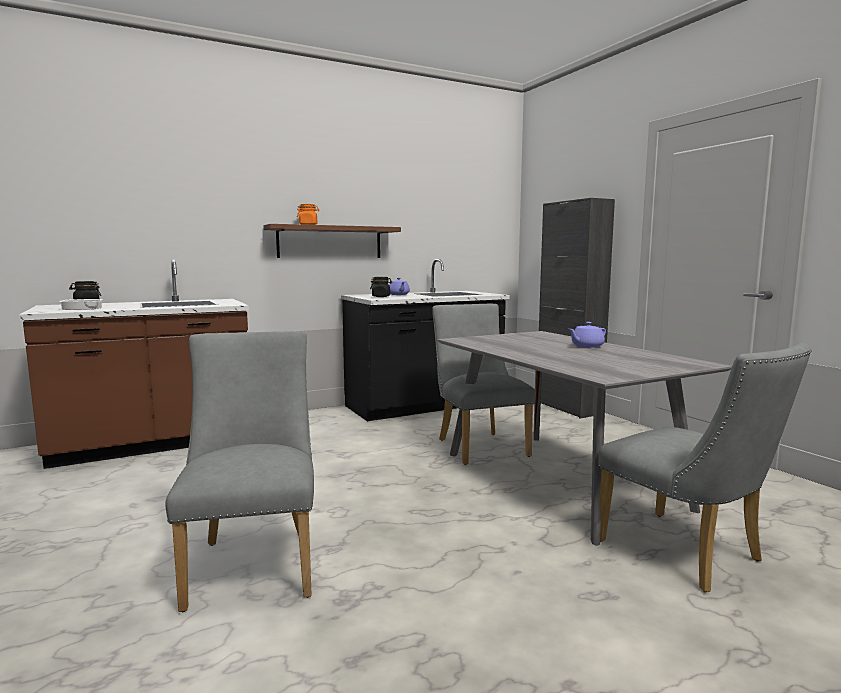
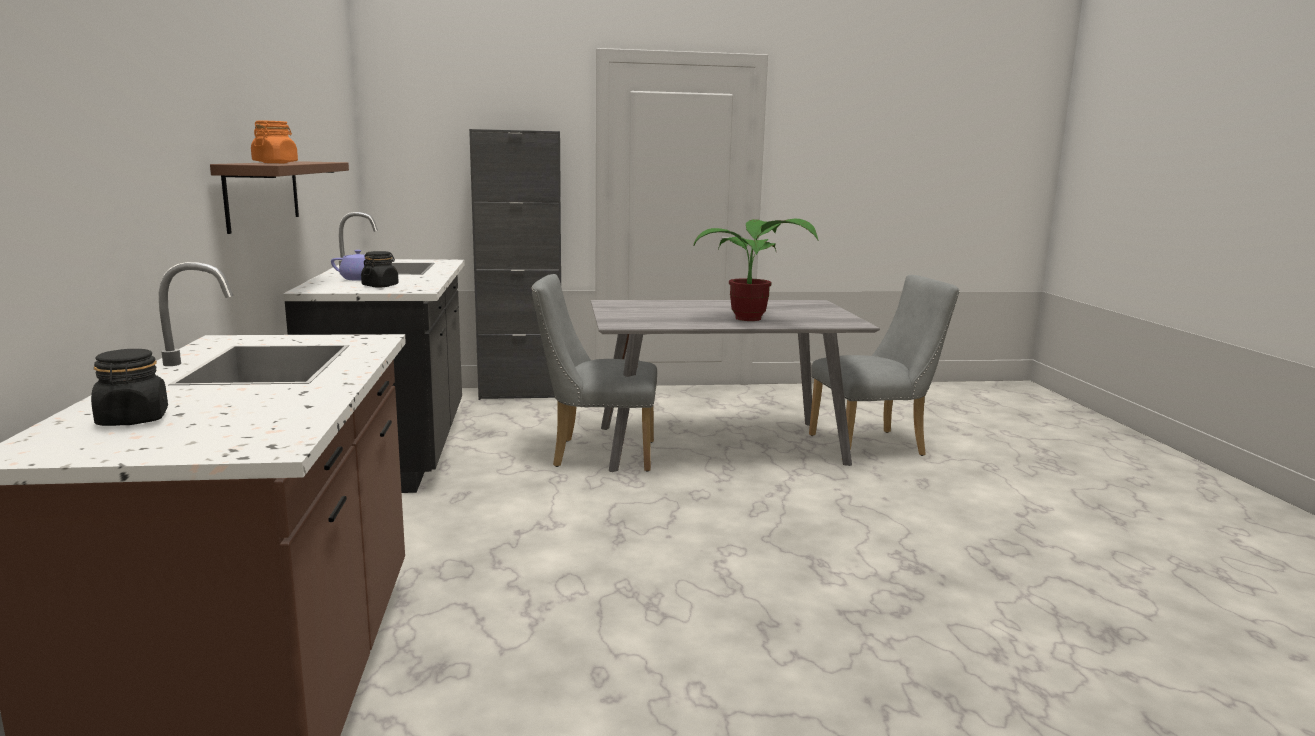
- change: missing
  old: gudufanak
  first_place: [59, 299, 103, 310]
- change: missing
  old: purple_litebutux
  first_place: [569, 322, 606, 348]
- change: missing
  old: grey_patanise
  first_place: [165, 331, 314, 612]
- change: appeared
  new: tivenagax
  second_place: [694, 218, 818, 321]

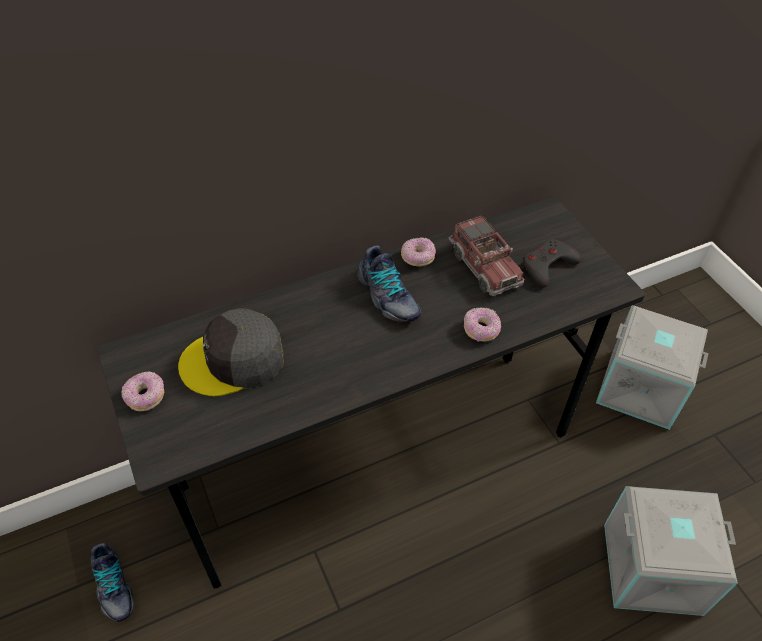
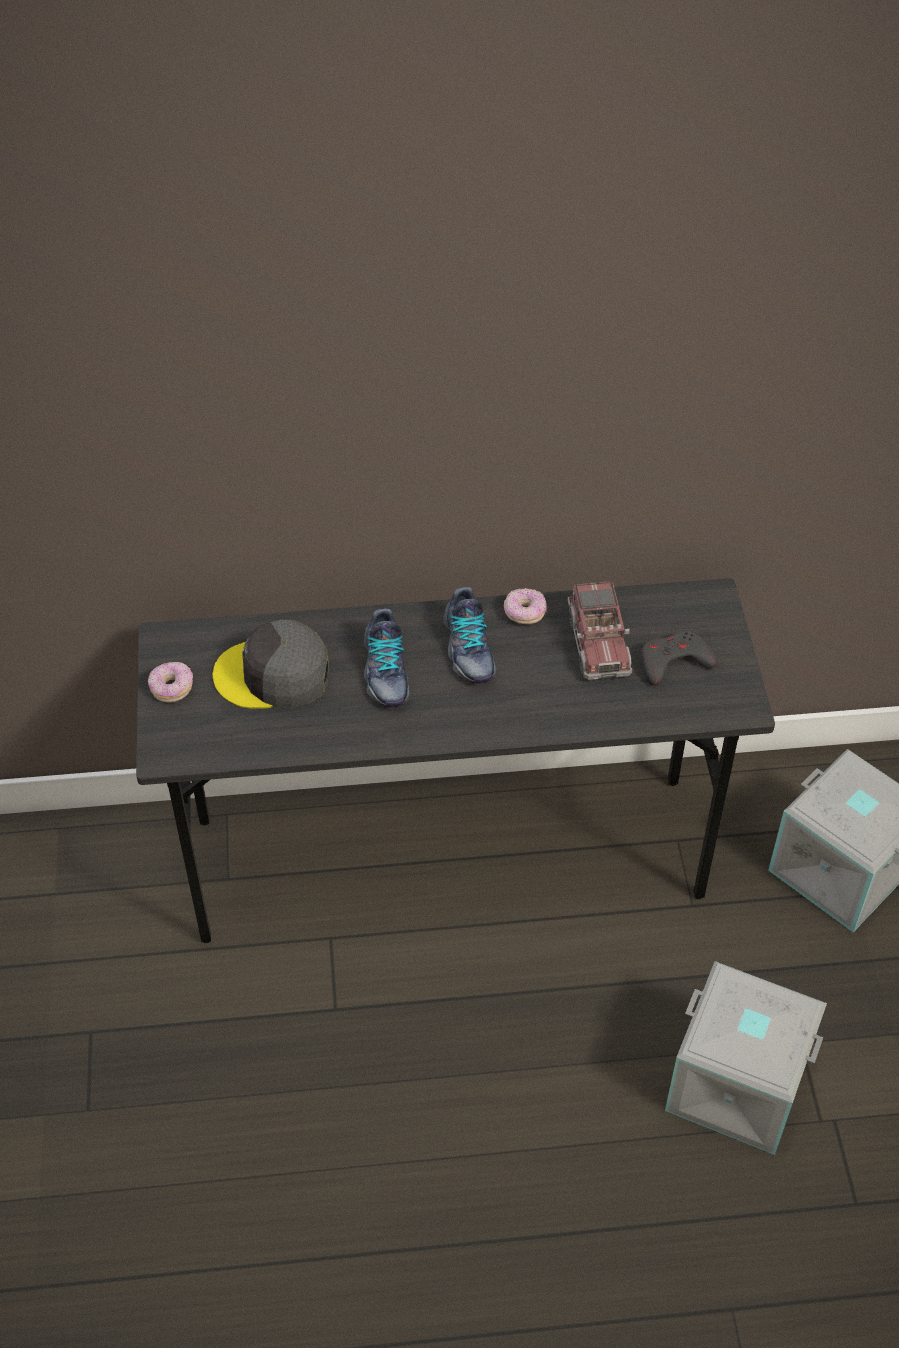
- change: missing
  old: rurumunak
  first_place: [464, 307, 501, 342]
- change: relocated
  old: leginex
  first_place: [91, 543, 135, 622]
  second_place: [364, 608, 411, 707]

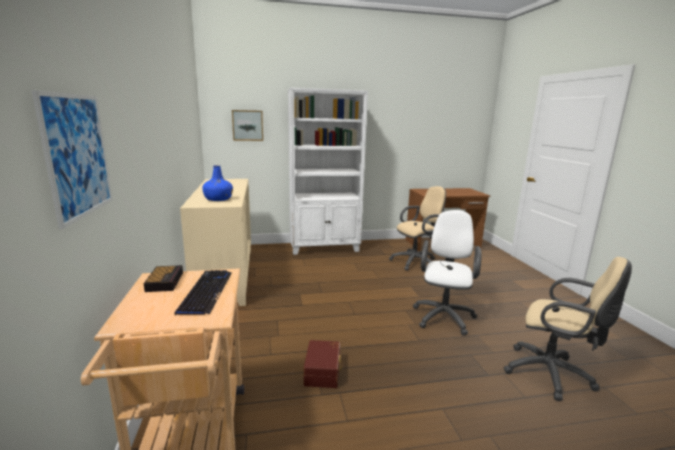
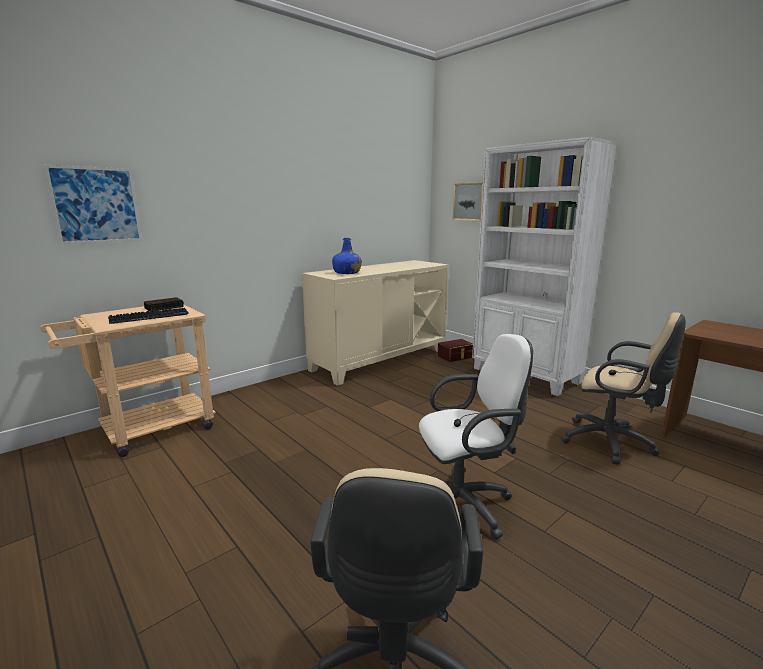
- change: relocated
  old: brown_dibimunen
  first_place: [304, 340, 342, 388]
  second_place: [438, 339, 473, 362]

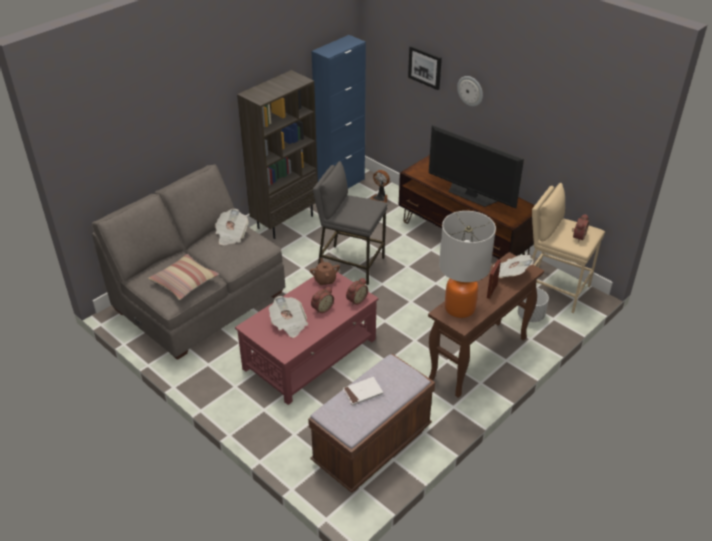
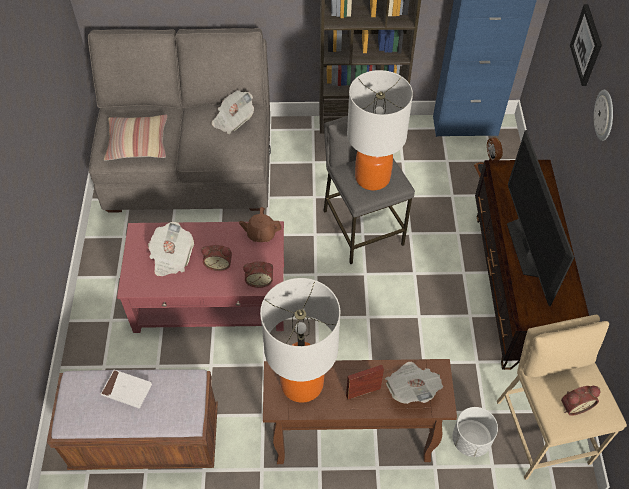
- change: spun
  old: brown_litebutux
  first_place: [310, 258, 340, 286]
  second_place: [239, 207, 282, 242]
  degrees: -120
- change: appeared
  new: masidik
  second_place: [347, 70, 413, 190]

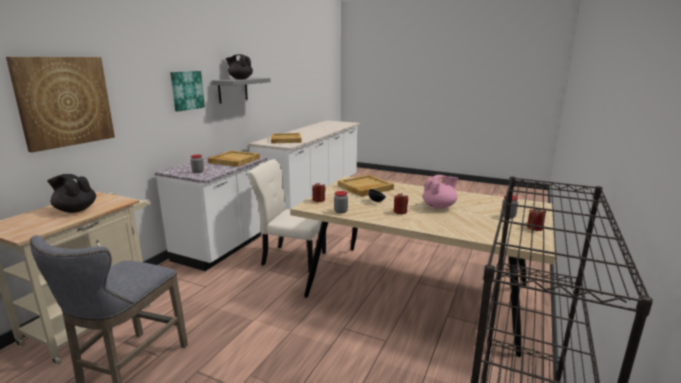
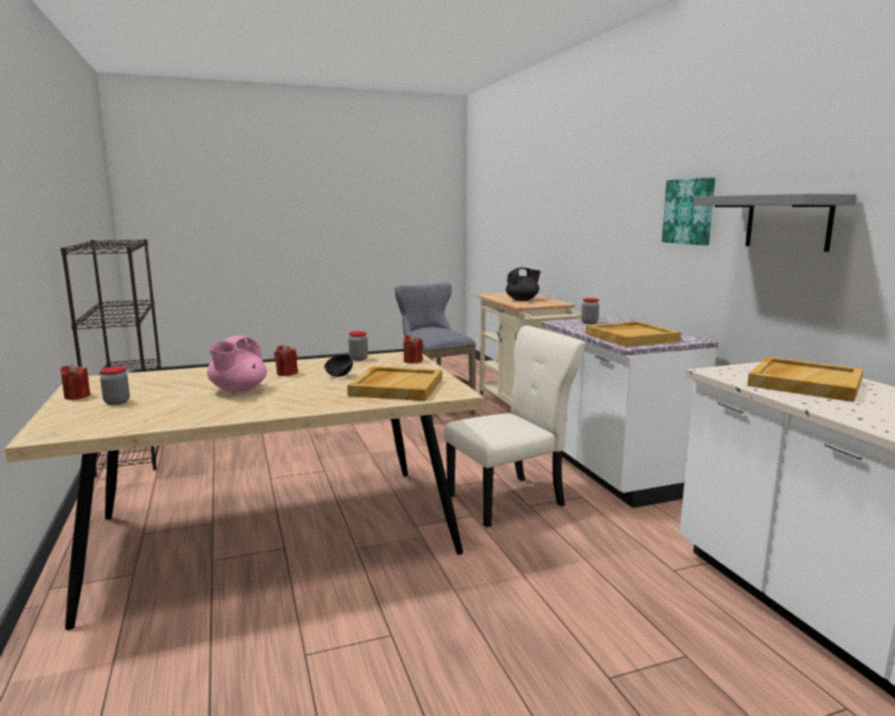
- change: missing
  old: black_litebutux
  first_place: [226, 54, 253, 79]
- change: missing
  old: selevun
  first_place: [6, 57, 115, 152]

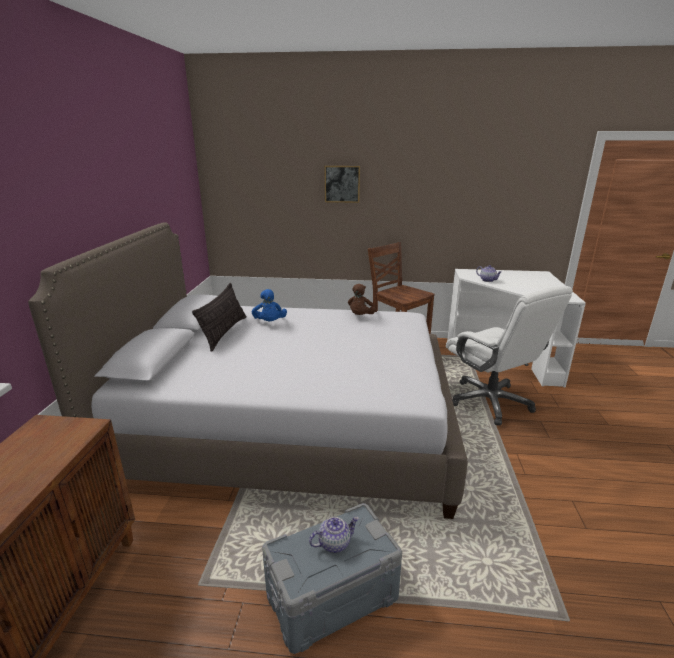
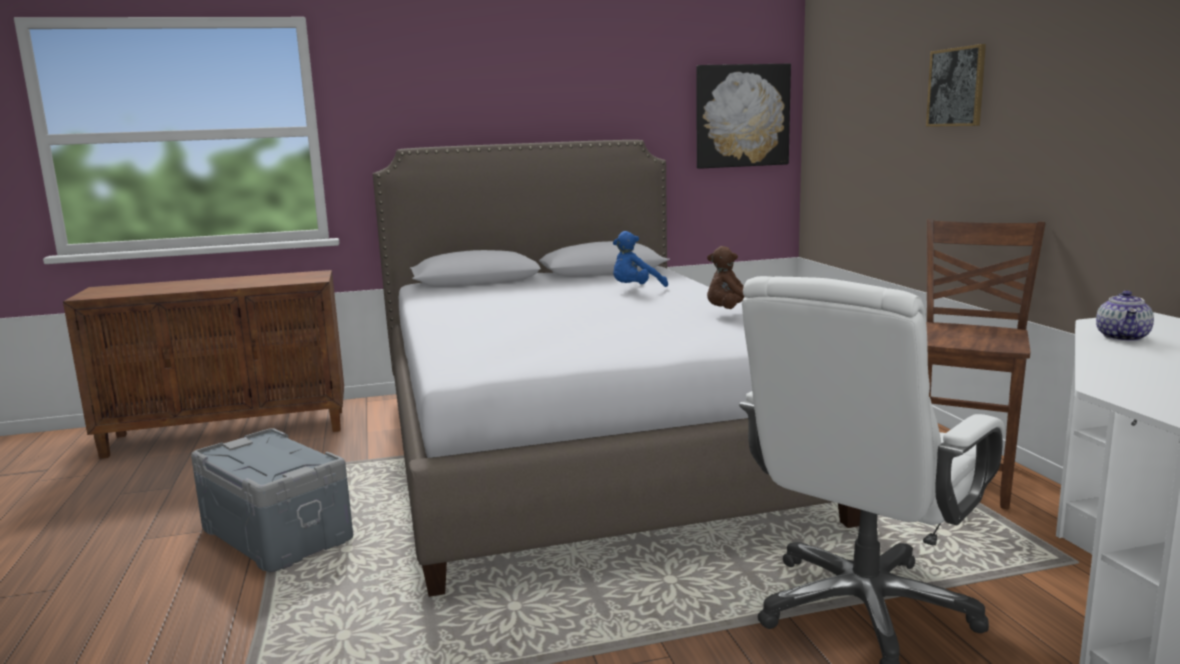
- change: missing
  old: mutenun
  first_place: [192, 283, 247, 352]
- change: missing
  old: litebutux
  first_place: [309, 516, 359, 553]
- change: appeared
  new: selevun
  second_place: [696, 64, 791, 169]

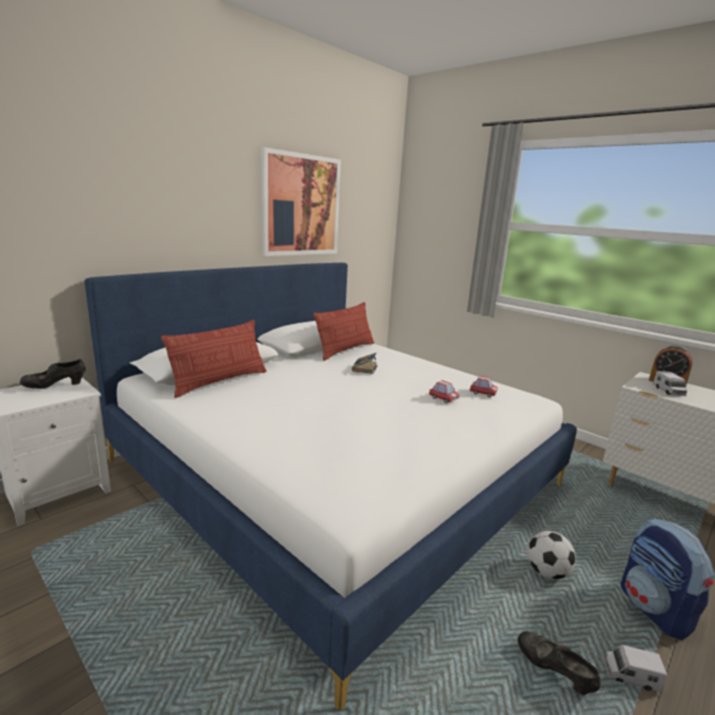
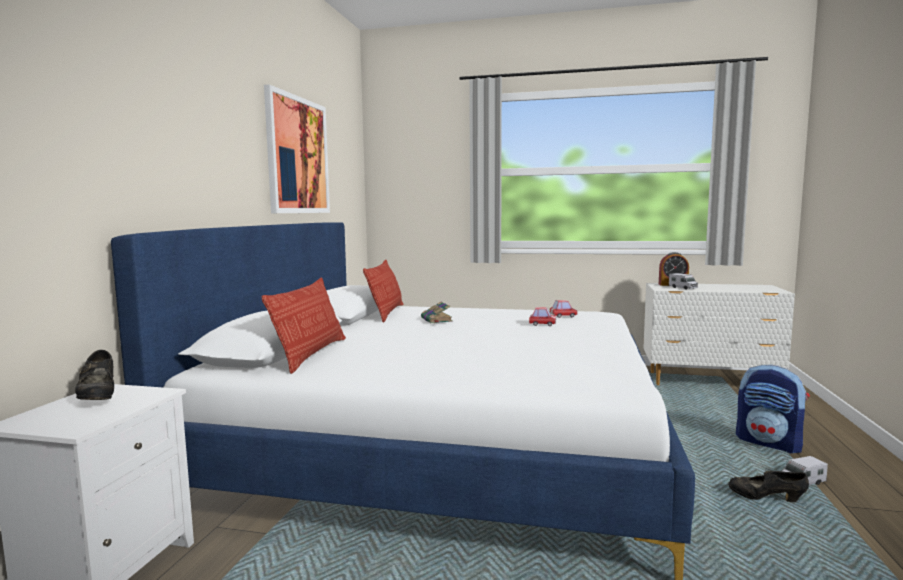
- change: spun
  old: black_leginex
  first_place: [20, 359, 86, 389]
  second_place: [75, 350, 114, 400]
  degrees: -60
- change: missing
  old: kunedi
  first_place: [528, 531, 576, 579]

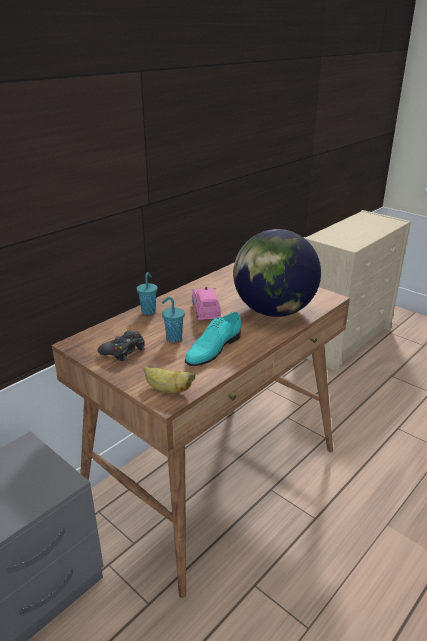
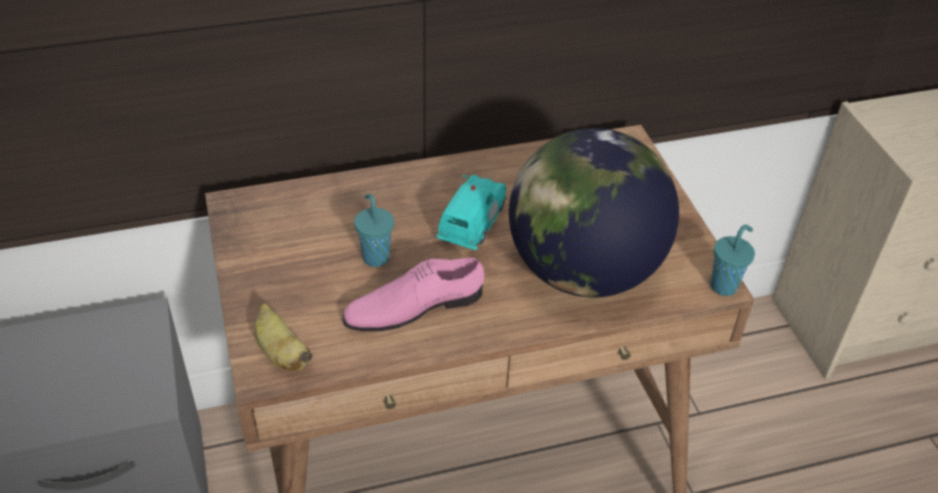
- change: relocated
  old: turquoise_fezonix
  first_place: [137, 272, 158, 315]
  second_place: [710, 225, 755, 296]
- change: colour
  old: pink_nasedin
  new: turquoise_nasedin
  first_place: [191, 287, 222, 320]
  second_place: [436, 175, 507, 250]
- change: colour
  old: turquoise_leginex
  new: pink_leginex
  first_place: [185, 312, 241, 366]
  second_place: [342, 258, 485, 331]
- change: missing
  old: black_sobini
  first_place: [97, 330, 145, 361]

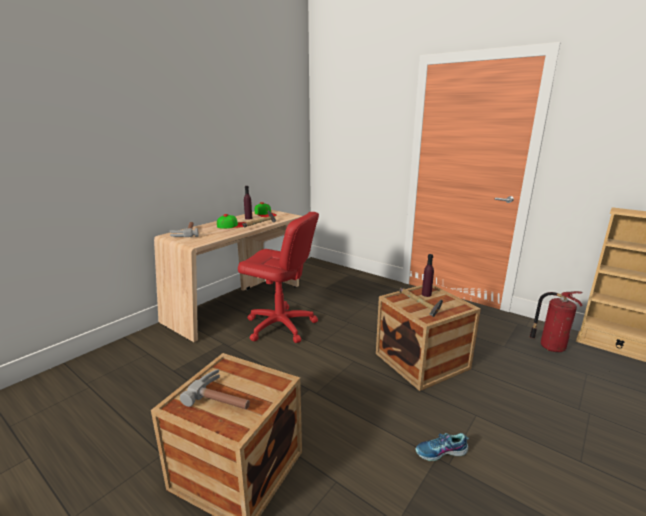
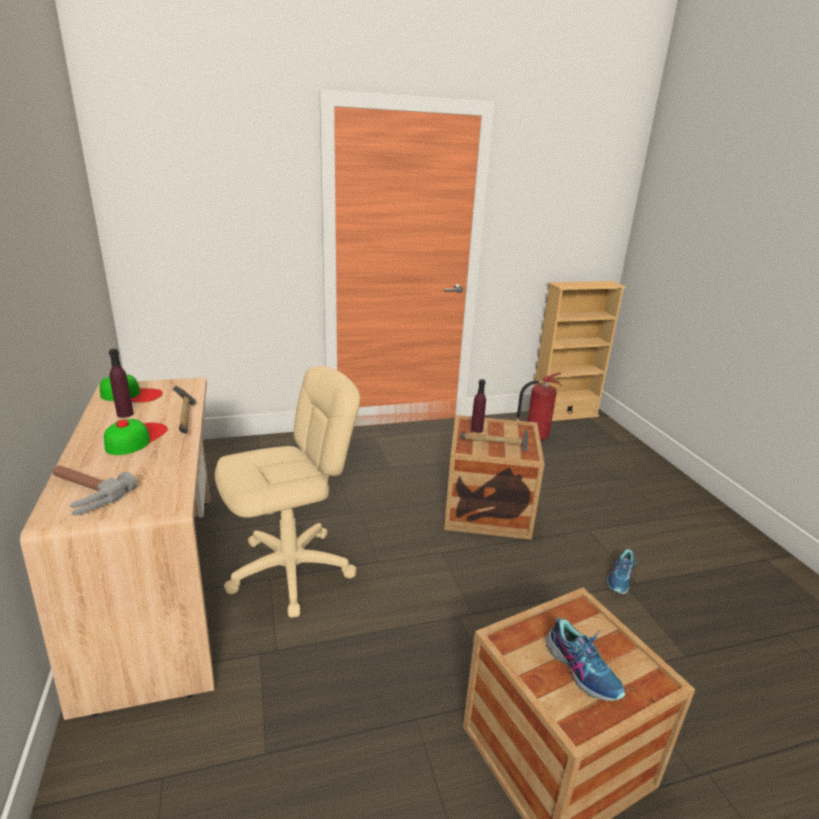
- change: colour
  old: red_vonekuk
  new: beige_vonekuk
  first_place: [238, 212, 319, 343]
  second_place: [215, 366, 360, 618]
- change: exchanged
  old: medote
  new: leginex
  first_place: [180, 369, 250, 409]
  second_place: [546, 618, 625, 701]

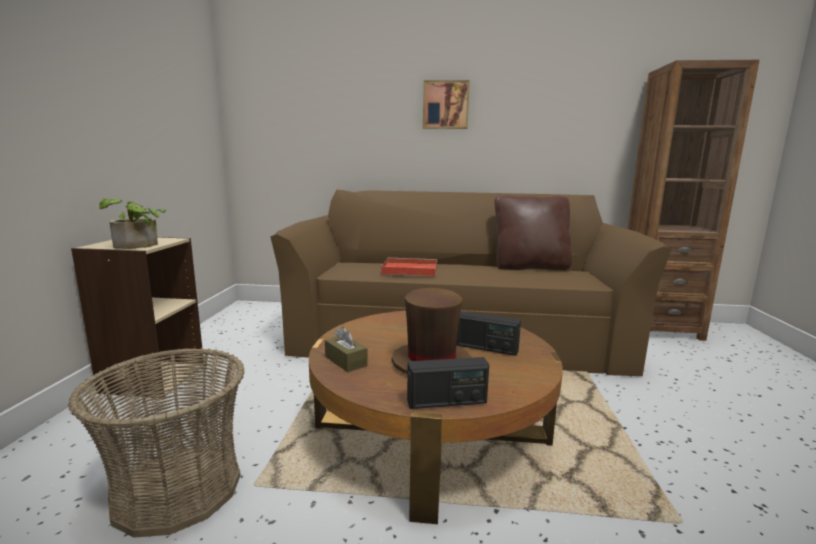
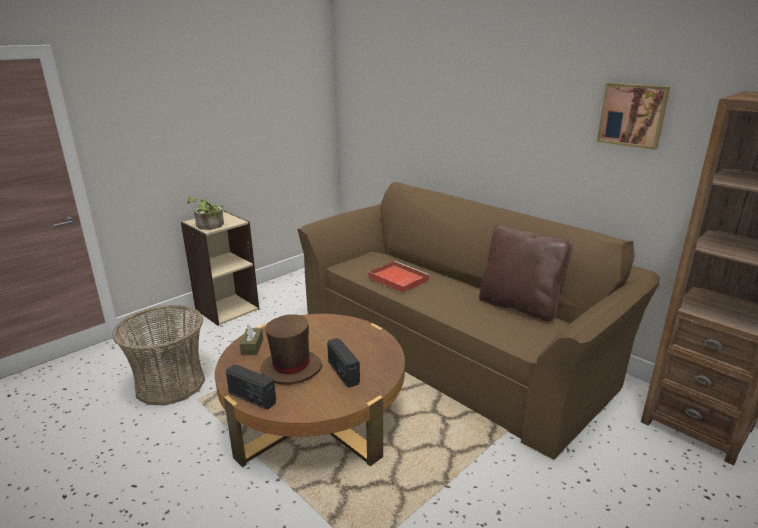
- change: relocated
  old: selevun
  first_place: [423, 80, 470, 129]
  second_place: [597, 83, 670, 150]

